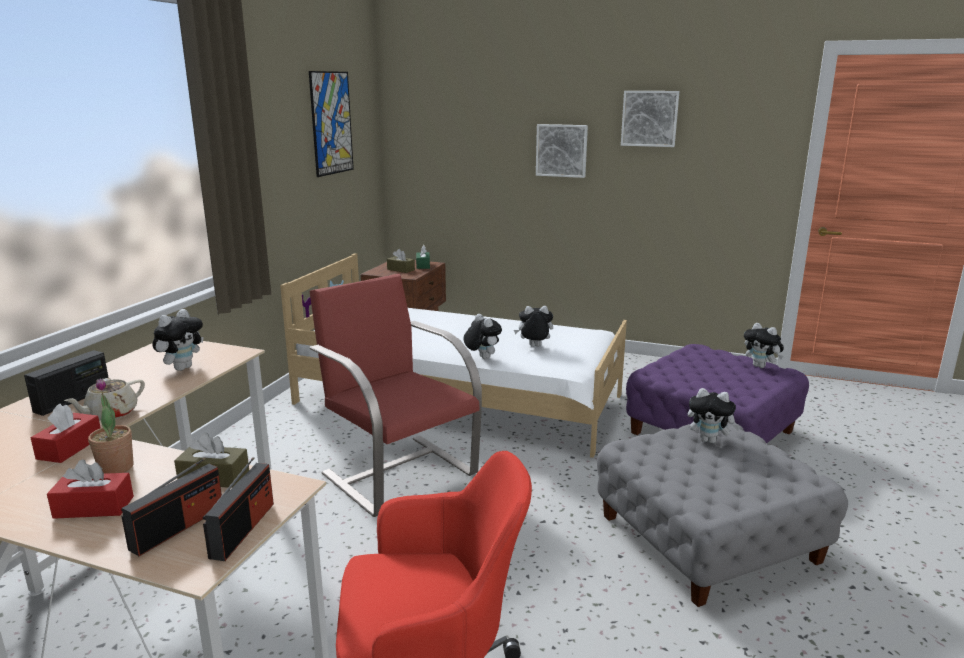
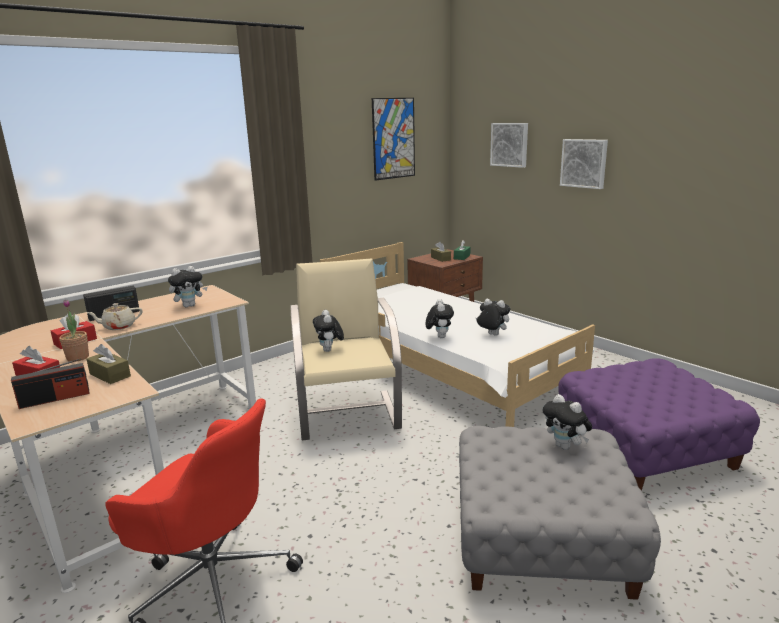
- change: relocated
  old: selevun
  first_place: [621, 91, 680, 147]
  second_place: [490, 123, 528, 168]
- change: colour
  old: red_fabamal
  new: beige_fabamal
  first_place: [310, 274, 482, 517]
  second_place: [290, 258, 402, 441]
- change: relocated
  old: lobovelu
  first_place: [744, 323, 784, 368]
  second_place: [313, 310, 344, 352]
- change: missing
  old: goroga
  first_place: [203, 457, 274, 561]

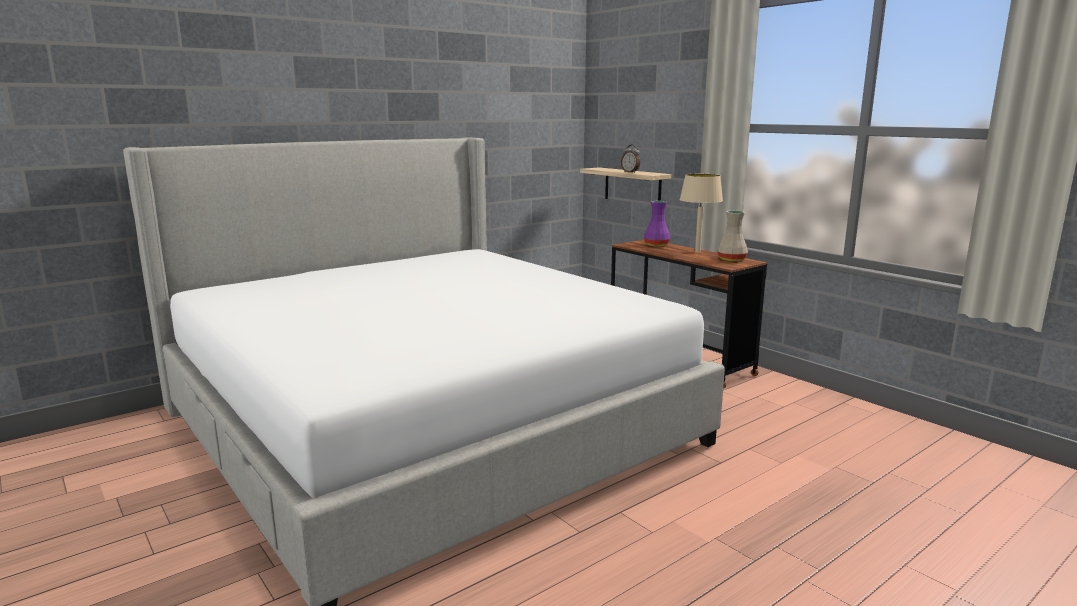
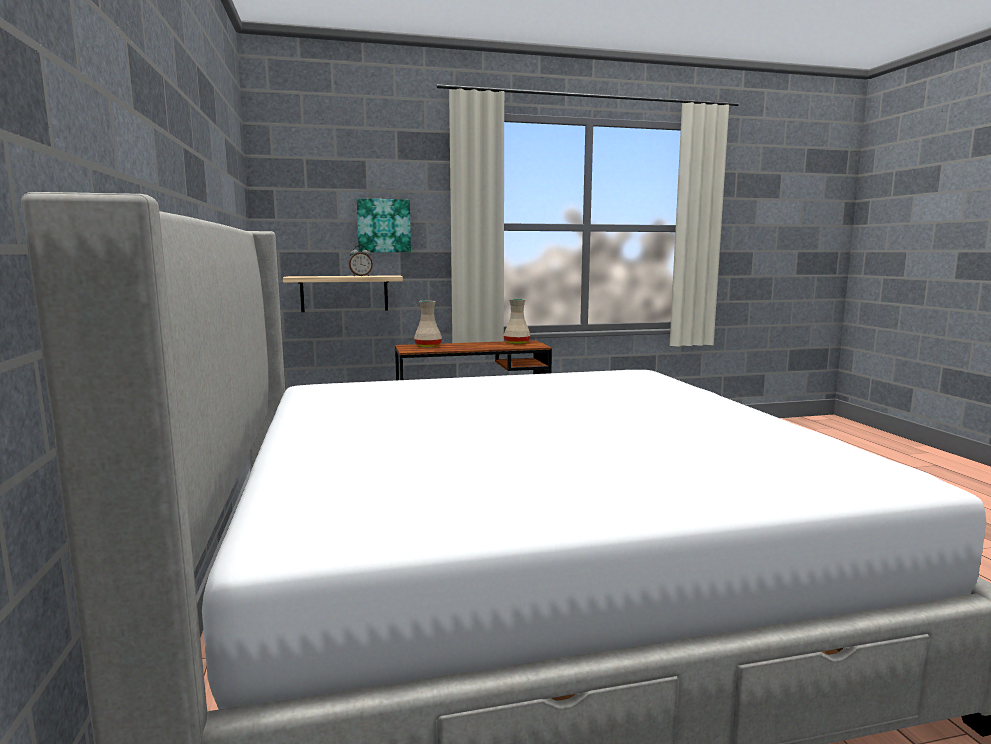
- change: missing
  old: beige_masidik
  first_place: [680, 174, 723, 252]
- change: colour
  old: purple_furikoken
  new: beige_furikoken
  first_place: [644, 201, 671, 247]
  second_place: [414, 301, 442, 347]
- change: appeared
  new: selevun
  second_place: [357, 198, 411, 252]

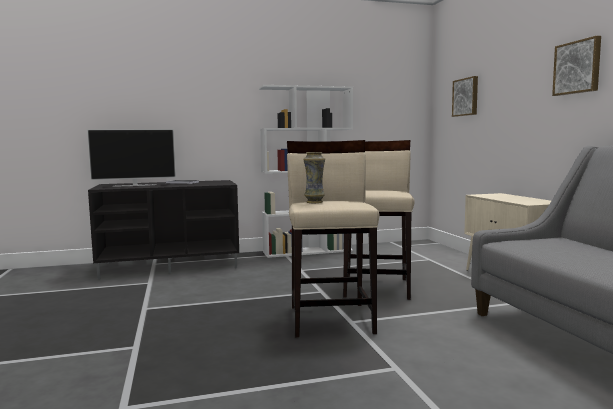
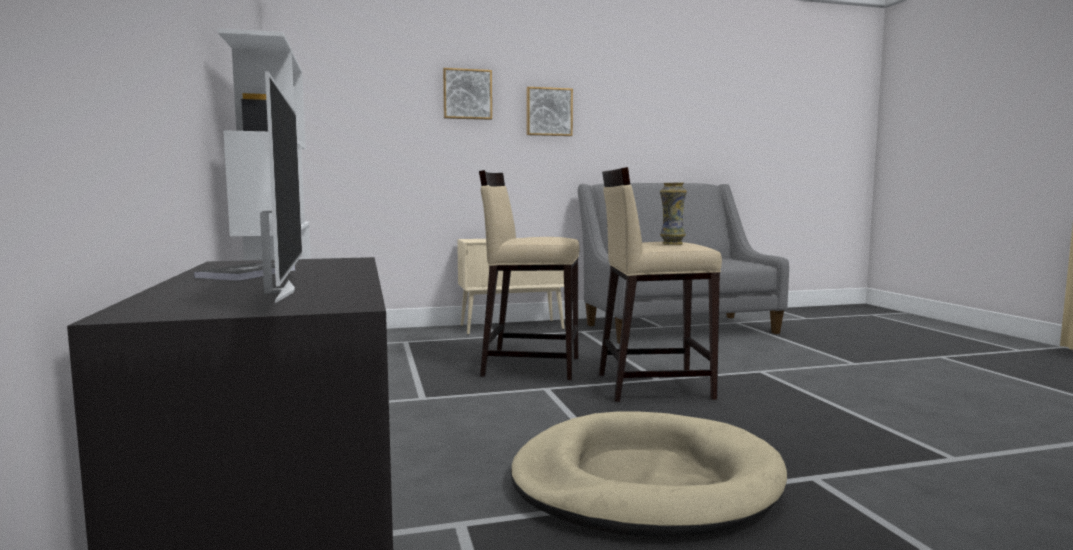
- change: relocated
  old: selevun
  first_place: [452, 76, 478, 117]
  second_place: [443, 68, 492, 120]
- change: appeared
  new: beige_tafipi
  second_place: [511, 411, 787, 537]

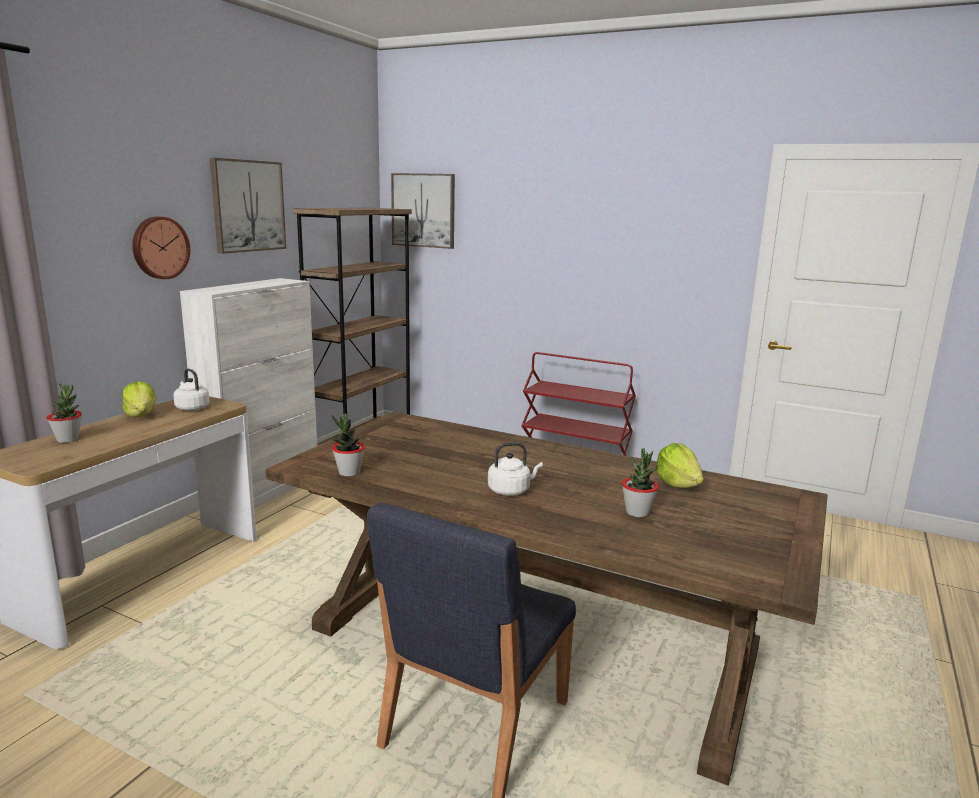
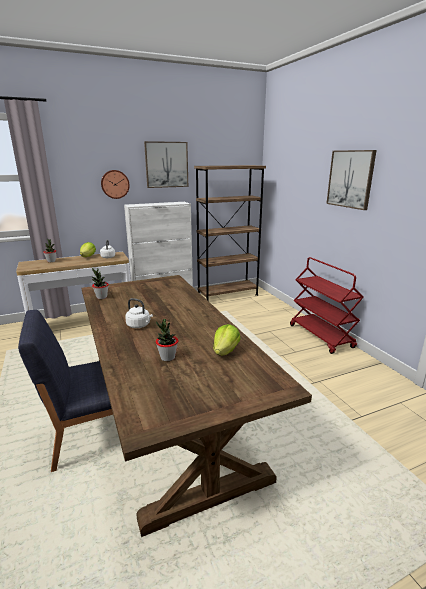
- change: relocated
  old: selevun
  first_place: [391, 173, 455, 249]
  second_place: [326, 150, 377, 210]

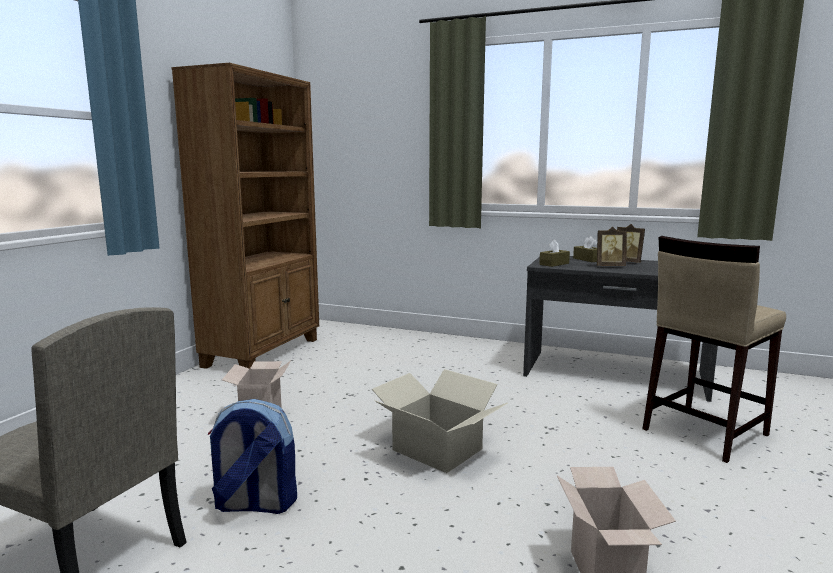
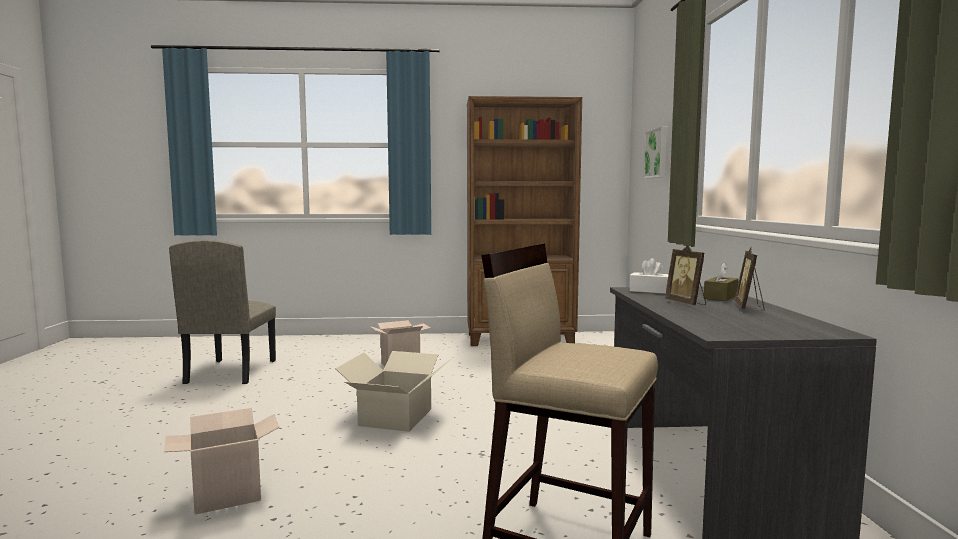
- change: colour
  old: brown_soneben
  new: white_soneben
  first_place: [539, 240, 570, 267]
  second_place: [629, 258, 669, 294]
- change: missing
  old: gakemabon
  first_place: [208, 399, 297, 514]
- change: appeared
  new: selevun
  second_place: [643, 127, 667, 179]

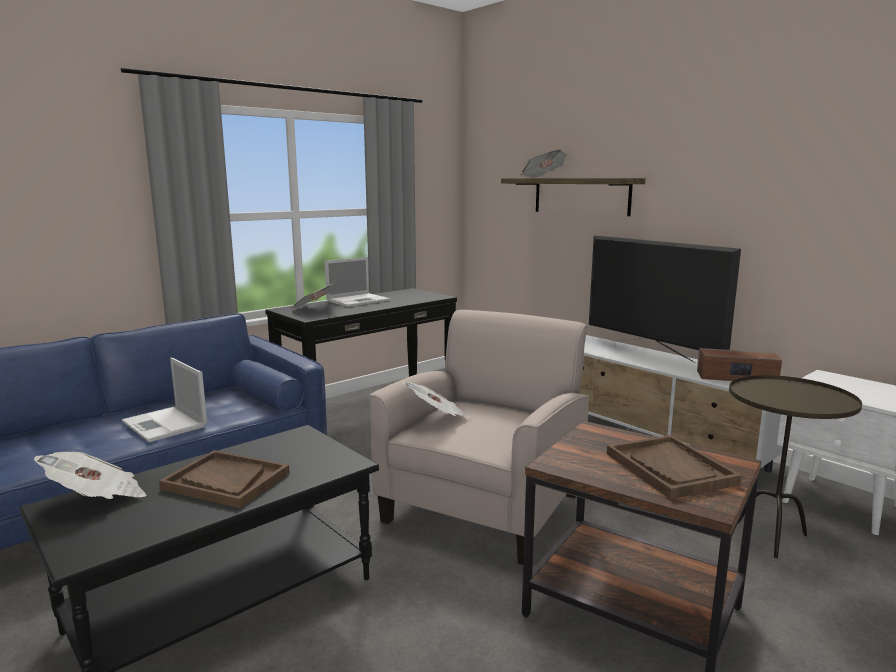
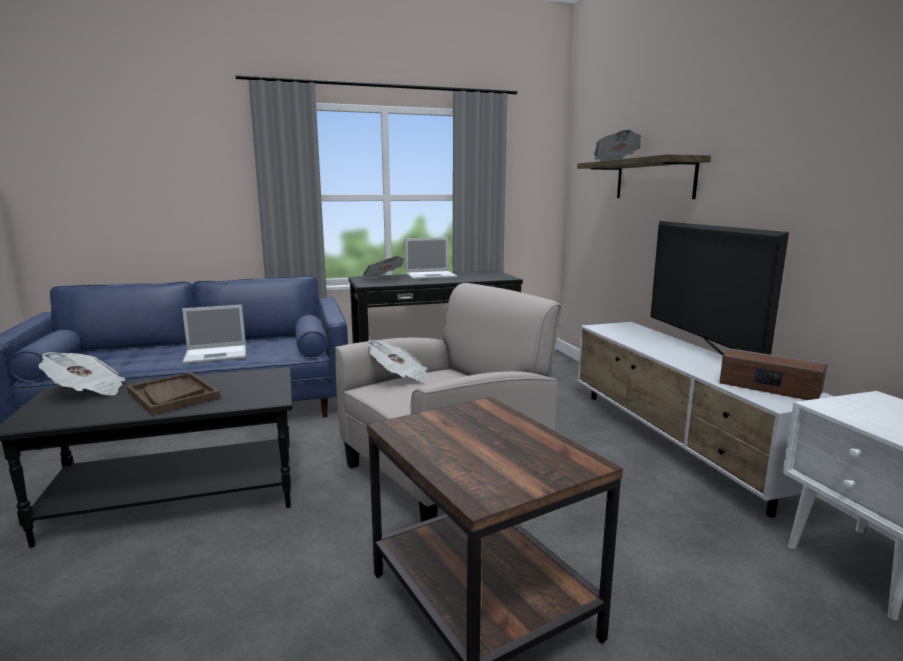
- change: spun
  old: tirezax
  first_place: [122, 358, 207, 442]
  second_place: [182, 305, 246, 364]
  degrees: -90
- change: missing
  old: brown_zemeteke
  first_place: [729, 375, 862, 558]
- change: missing
  old: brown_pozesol
  first_place: [607, 435, 742, 499]

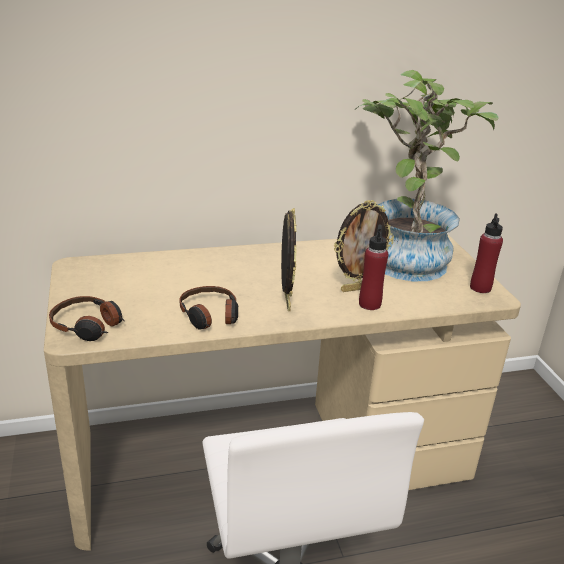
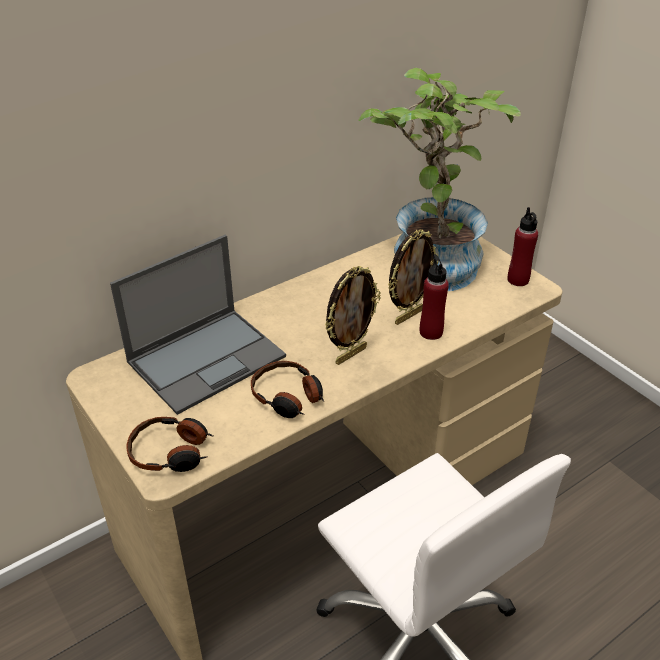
- change: spun
  old: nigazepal
  first_place: [281, 208, 296, 311]
  second_place: [325, 266, 381, 365]
  degrees: 75
- change: appeared
  new: tirezax
  second_place: [110, 235, 286, 415]

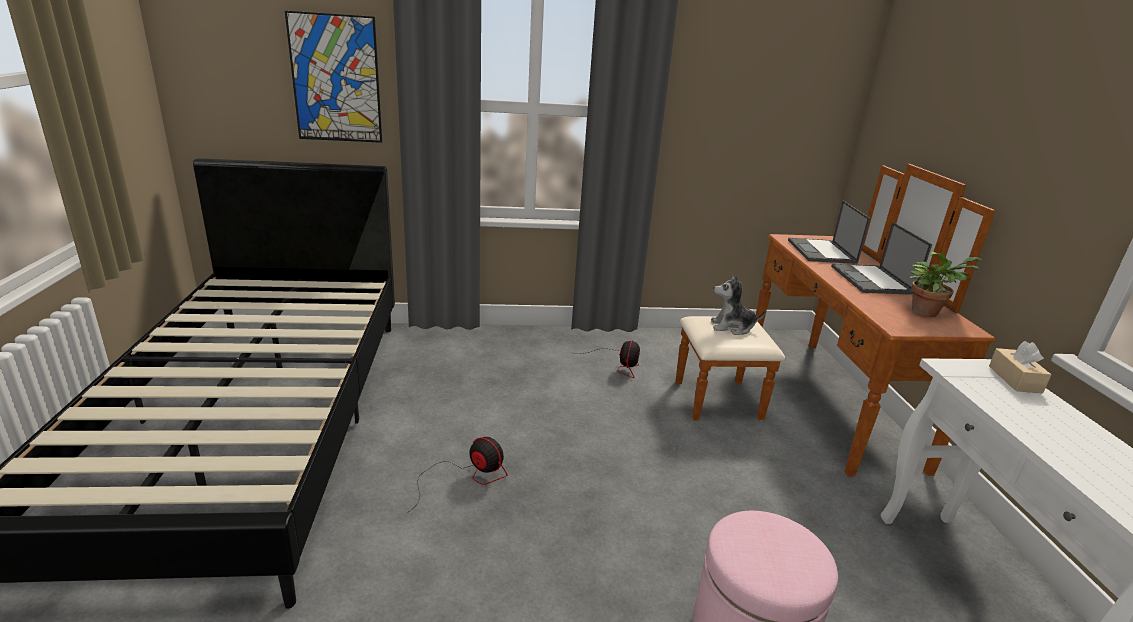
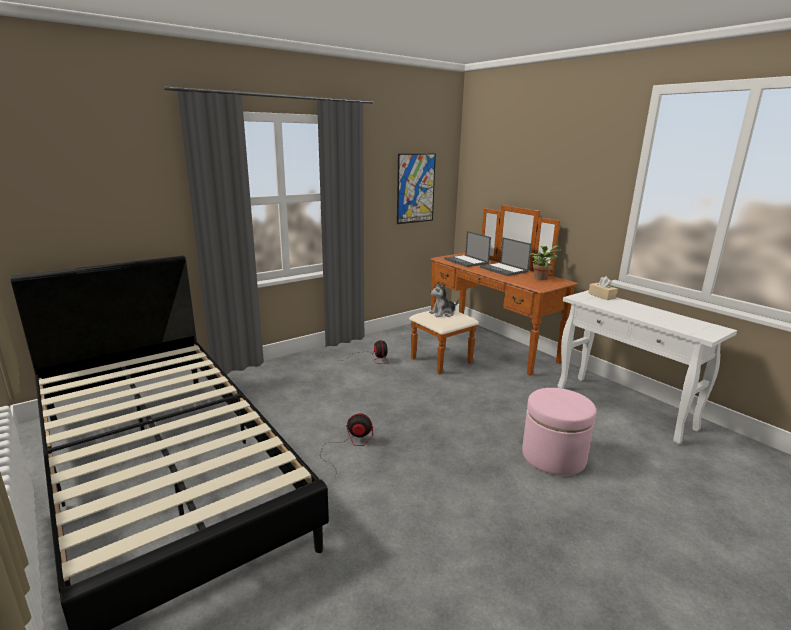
- change: relocated
  old: selevun
  first_place: [285, 11, 382, 143]
  second_place: [397, 154, 436, 224]

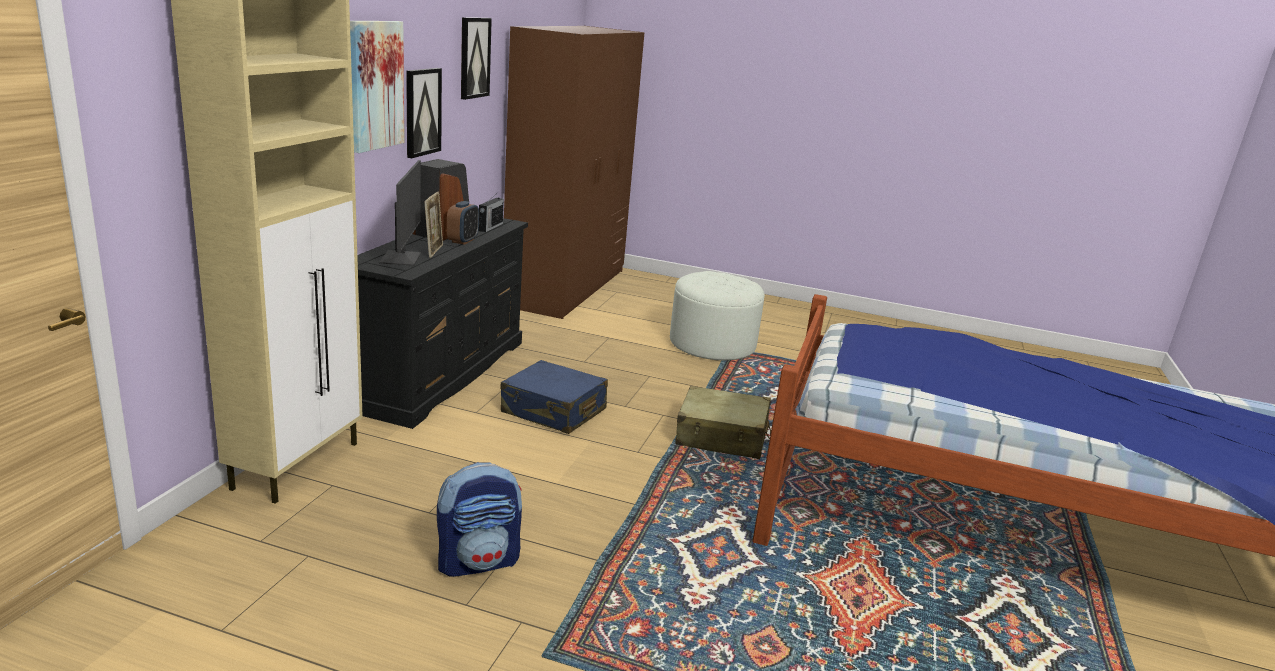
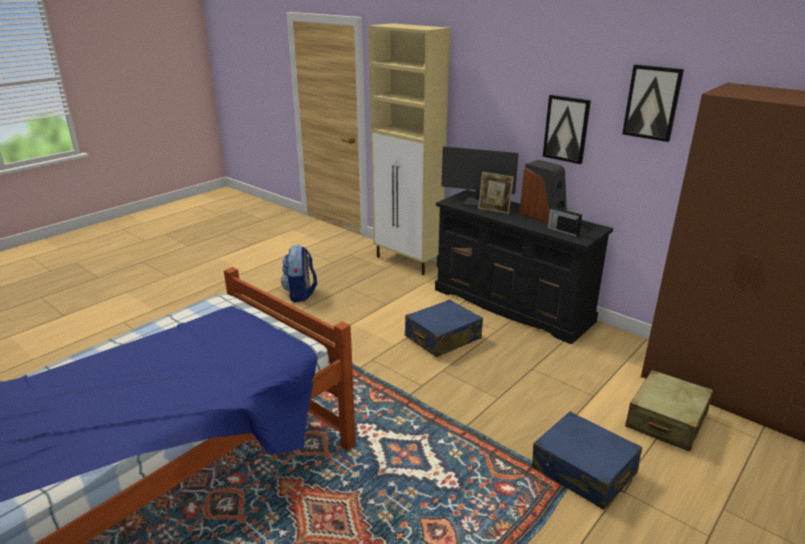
- change: missing
  old: selevun
  first_place: [350, 21, 405, 153]
- change: missing
  old: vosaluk
  first_place: [447, 201, 479, 245]
- change: exchanged
  old: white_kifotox
  new: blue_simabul
  first_place: [670, 271, 765, 360]
  second_place: [532, 411, 642, 510]
- change: relocated
  old: beige_simabul
  first_place: [675, 386, 771, 459]
  second_place: [625, 370, 713, 452]

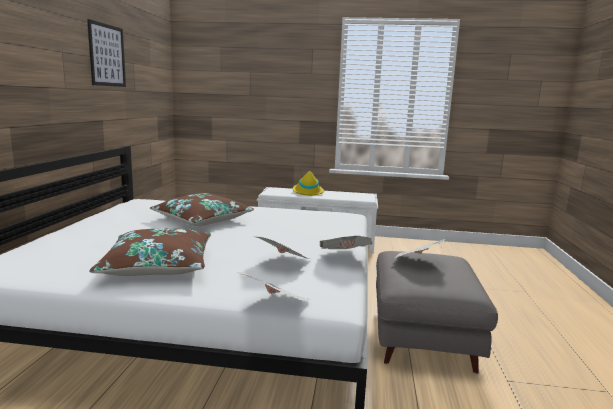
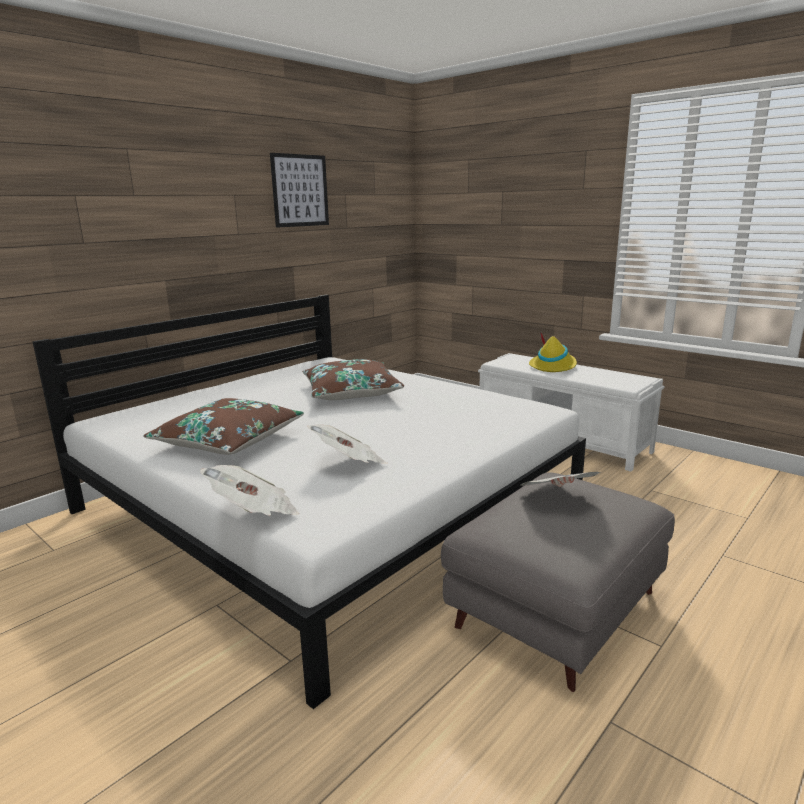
- change: missing
  old: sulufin
  first_place: [320, 236, 373, 249]

